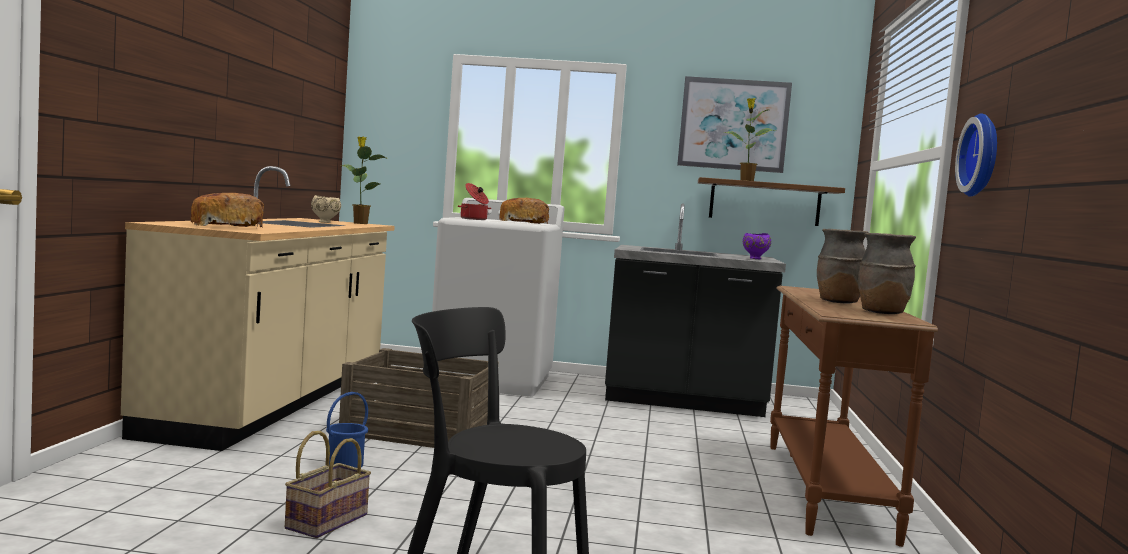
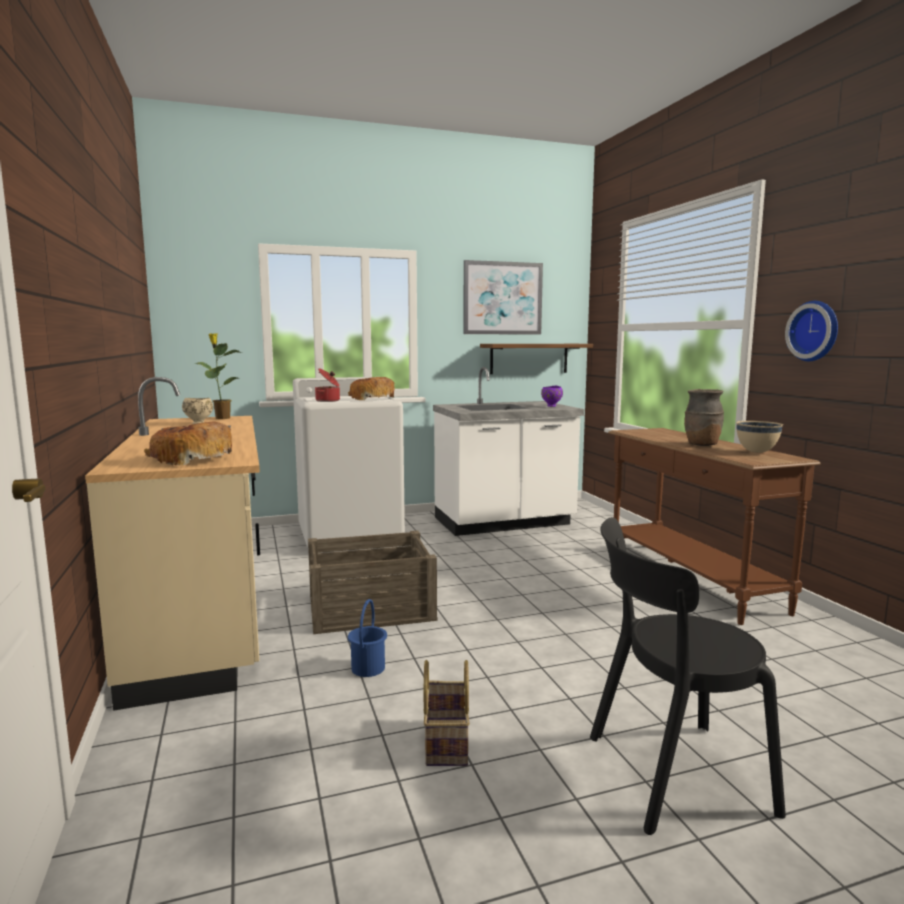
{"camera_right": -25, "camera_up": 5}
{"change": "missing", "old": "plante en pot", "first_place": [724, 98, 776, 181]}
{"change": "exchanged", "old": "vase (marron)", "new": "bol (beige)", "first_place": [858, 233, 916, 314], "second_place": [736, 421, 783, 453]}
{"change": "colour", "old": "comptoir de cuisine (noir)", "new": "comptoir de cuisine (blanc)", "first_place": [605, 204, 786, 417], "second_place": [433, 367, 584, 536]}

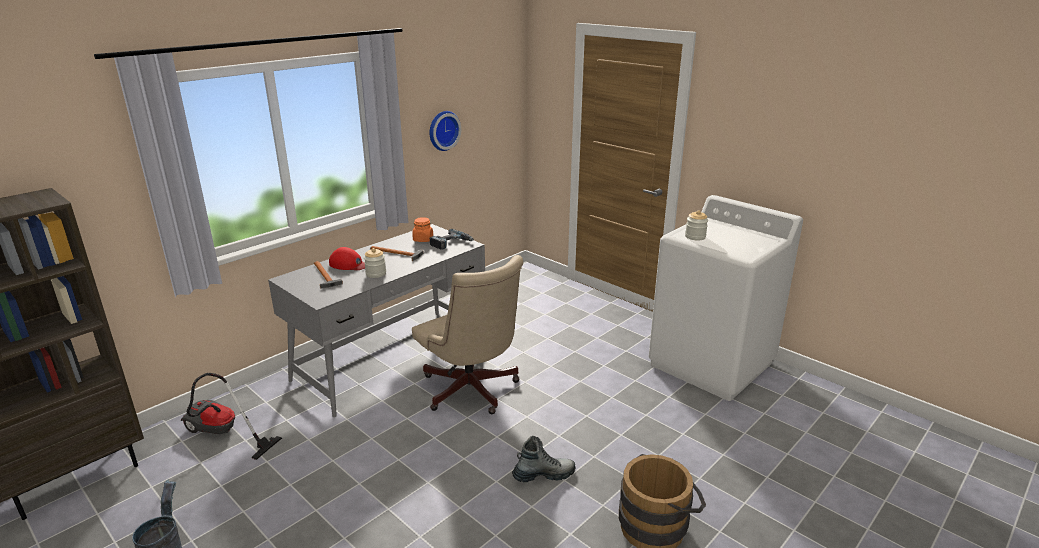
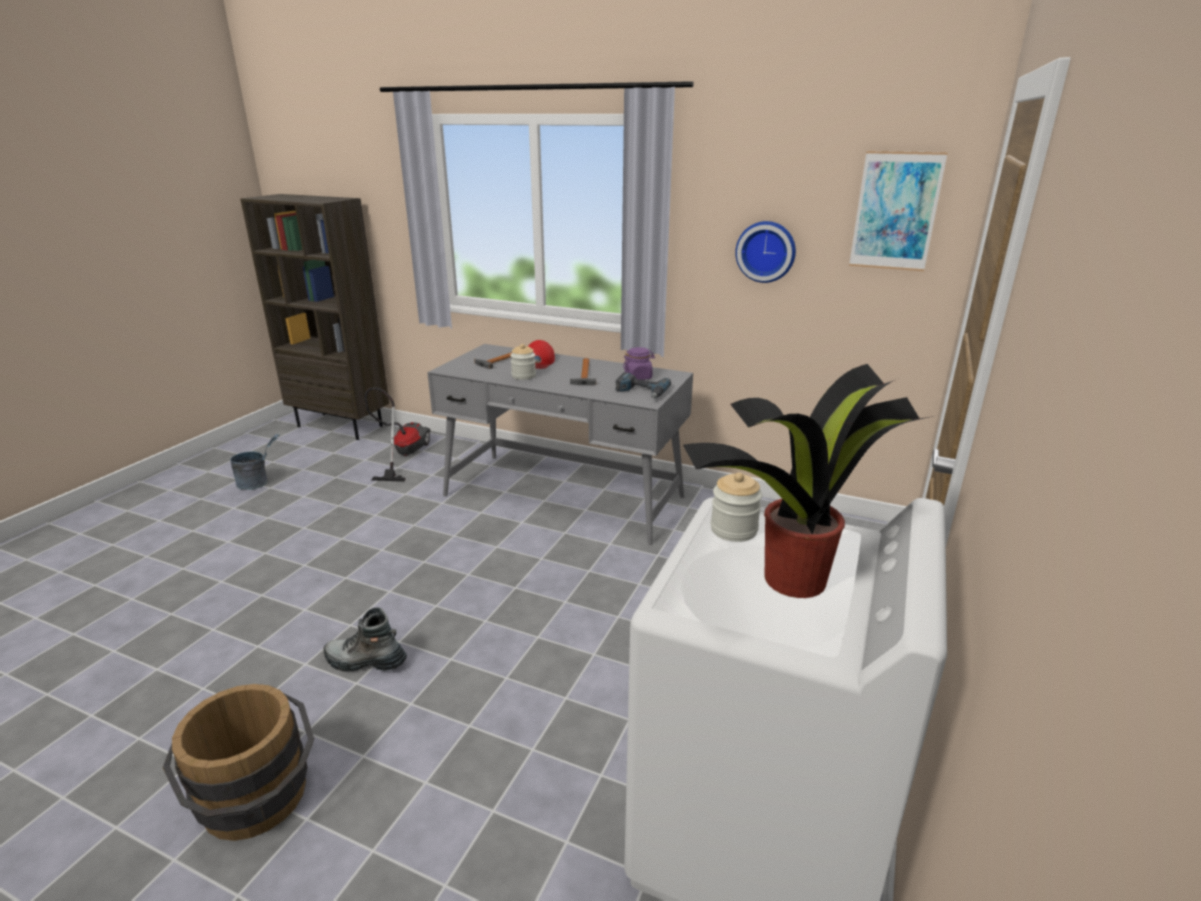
{"camera_right": 70, "camera_up": 0}
{"change": "missing", "old": "chaise de bureau (beige)", "first_place": [412, 255, 523, 414]}
{"change": "appeared", "new": "plante en pot", "second_place": [683, 364, 938, 598]}
{"change": "appeared", "new": "tableau", "second_place": [849, 151, 948, 271]}
{"change": "colour", "old": "bocal (orange)", "new": "bocal (violet)", "first_place": [412, 217, 433, 242], "second_place": [623, 347, 655, 380]}
{"change": "spun", "old": "botte", "first_place": [512, 436, 575, 482], "second_place": [323, 607, 407, 672], "degrees": 135}

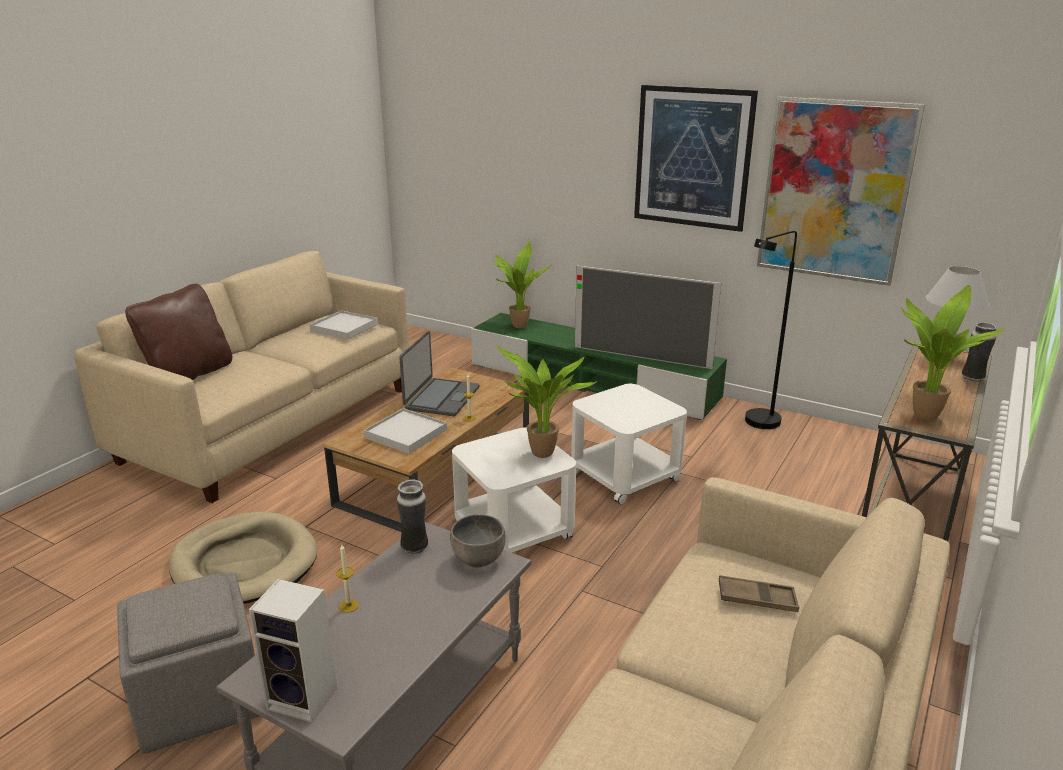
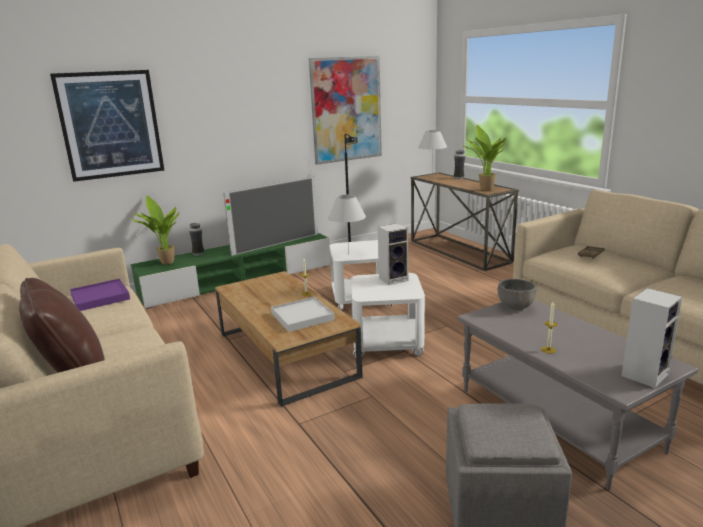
{"camera_right": -60, "camera_up": -5}
{"change": "missing", "old": "panier pour chien (beige)", "first_place": [169, 511, 318, 604]}
{"change": "missing", "old": "ordinateur portable", "first_place": [399, 331, 479, 416]}
{"change": "appeared", "new": "lampe de table (blanc)", "second_place": [328, 194, 366, 255]}
{"change": "relocated", "old": "vase", "first_place": [397, 479, 428, 554], "second_place": [189, 223, 204, 256]}
{"change": "relocated", "old": "tableau", "first_place": [634, 85, 758, 232], "second_place": [50, 70, 164, 182]}
{"change": "exchanged", "old": "plante en pot", "new": "enceinte", "first_place": [496, 345, 597, 458], "second_place": [378, 223, 409, 285]}
{"change": "colour", "old": "plateau (blanc)", "new": "plateau (violet)", "first_place": [310, 310, 378, 340], "second_place": [70, 279, 130, 311]}

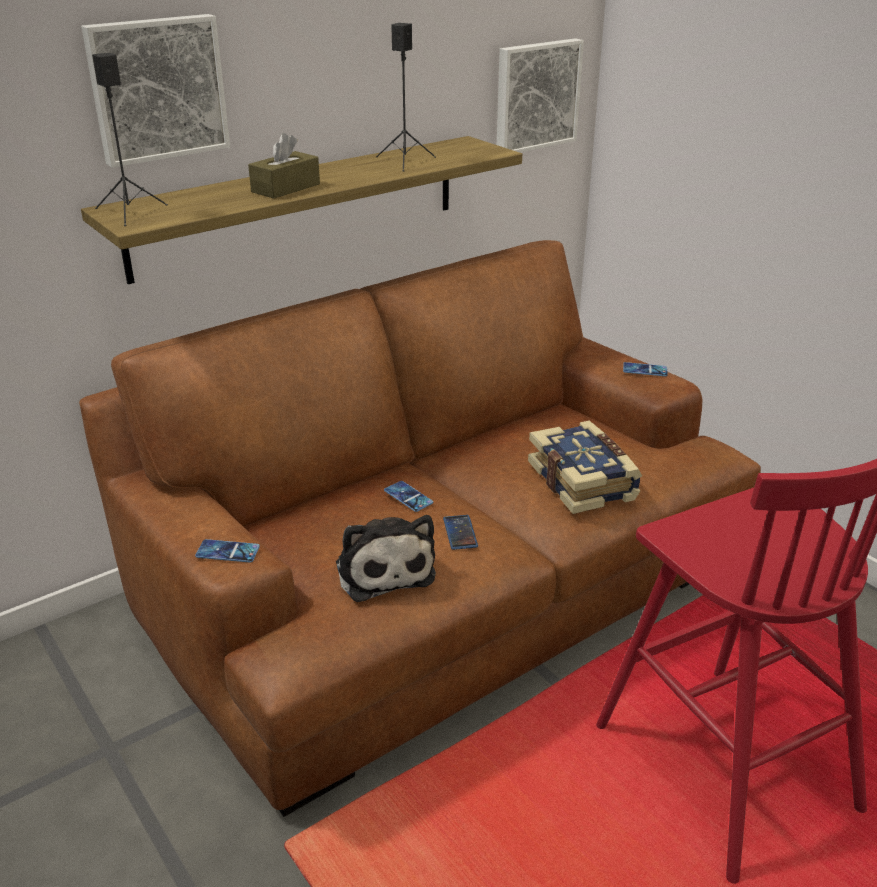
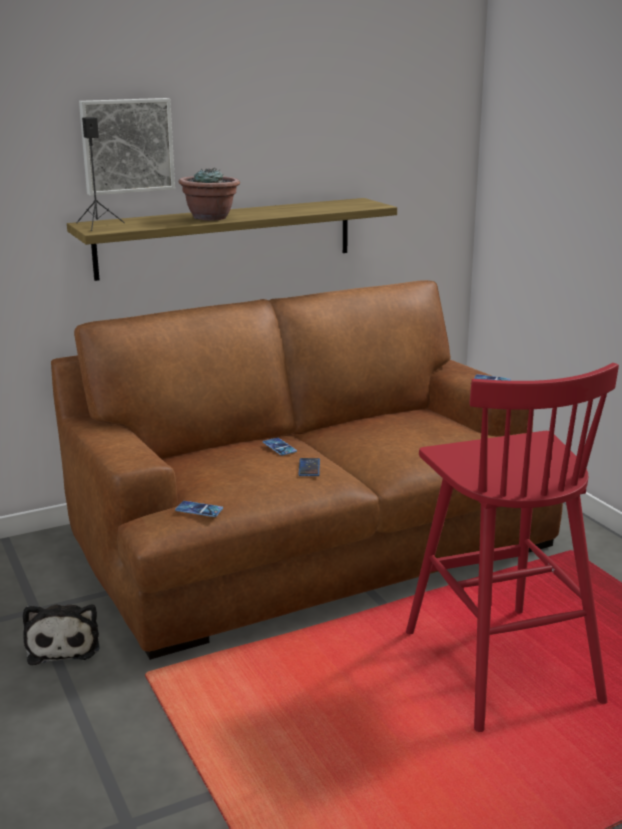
{"camera_right": 10, "camera_up": -10}
{"change": "missing", "old": "enceinte (noir)", "first_place": [376, 23, 436, 172]}
{"change": "missing", "old": "tableau", "first_place": [497, 38, 584, 153]}
{"change": "missing", "old": "livre", "first_place": [528, 421, 642, 514]}
{"change": "relocated", "old": "téléphone", "first_place": [195, 539, 260, 563], "second_place": [175, 501, 223, 517]}
{"change": "relocated", "old": "peluche", "first_place": [336, 515, 436, 602], "second_place": [23, 604, 100, 665]}
{"change": "exchanged", "old": "boîte à mouchoirs (marron)", "new": "plante en pot", "first_place": [248, 133, 320, 198], "second_place": [179, 167, 240, 221]}

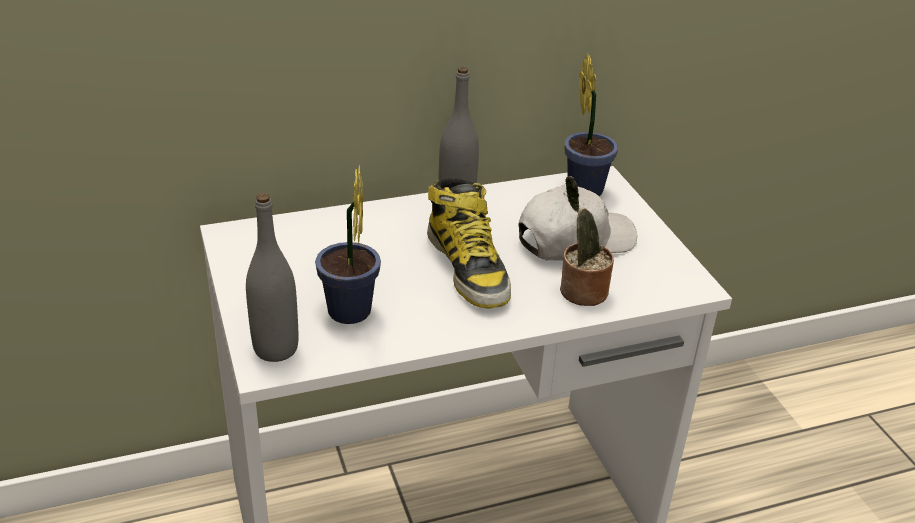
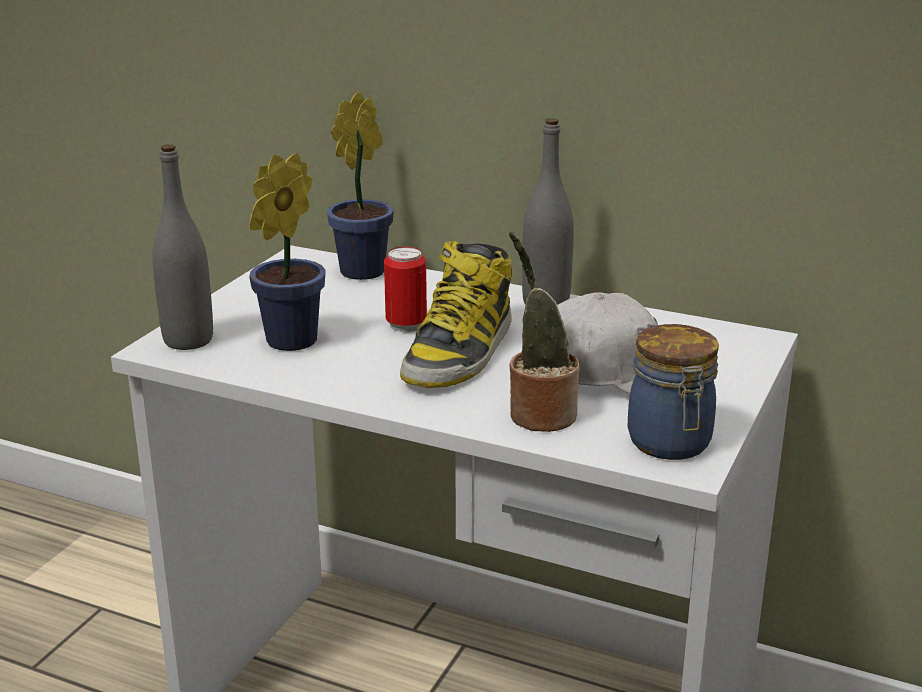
{"camera_right": 45, "camera_up": -10}
{"change": "appeared", "new": "boîte métallique", "second_place": [384, 247, 427, 332]}
{"change": "appeared", "new": "bocal", "second_place": [628, 324, 719, 460]}
{"change": "relocated", "old": "plante en pot", "first_place": [564, 52, 618, 196], "second_place": [327, 91, 394, 280]}

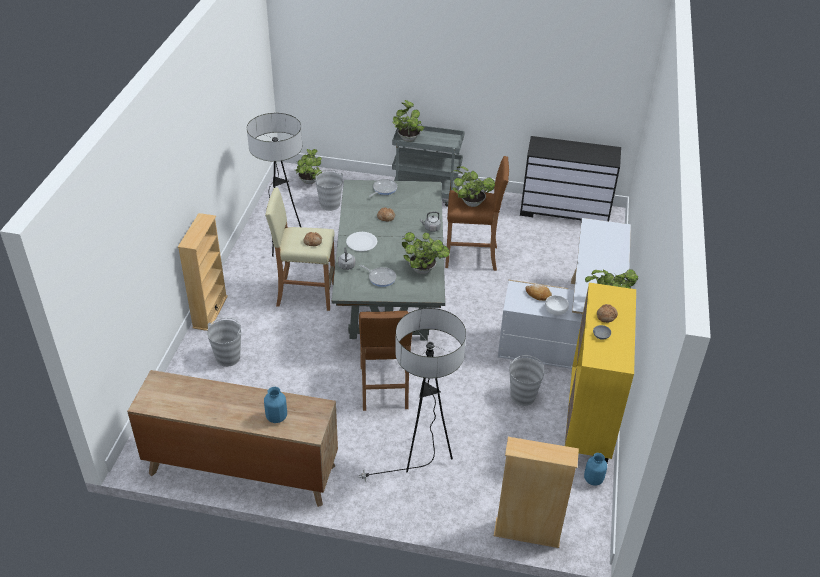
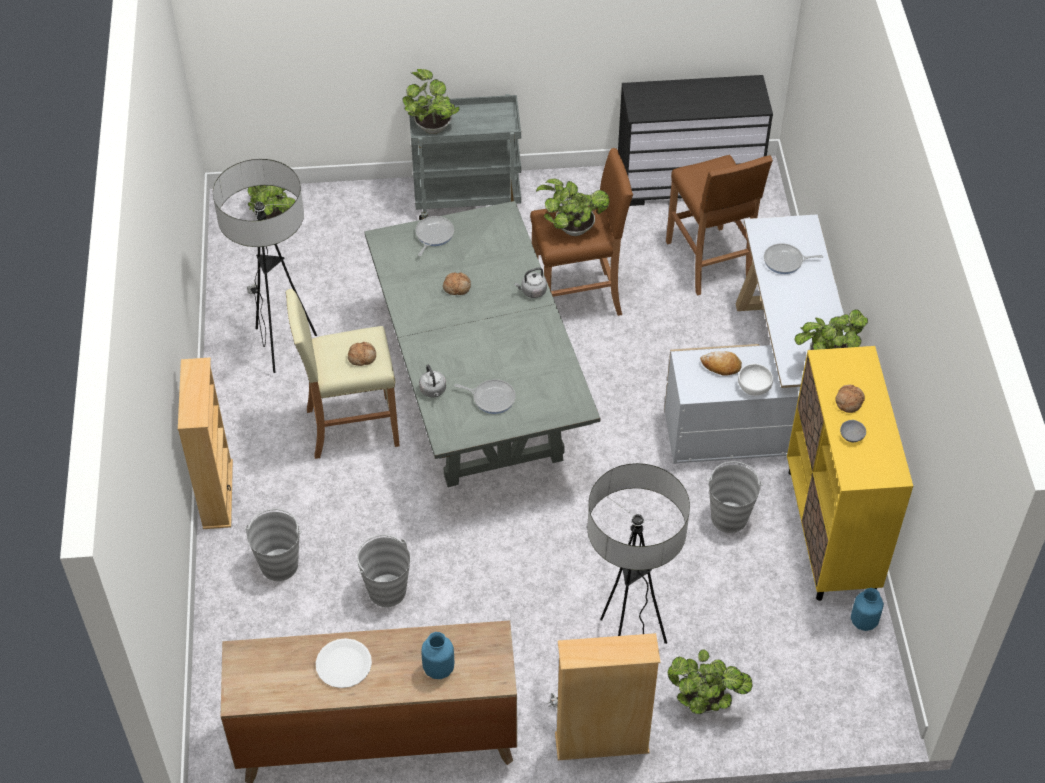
{"camera_right": -15, "camera_up": 10}
{"change": "appeared", "new": "poêle", "second_place": [764, 243, 823, 274]}
{"change": "relocated", "old": "seau (gris)", "first_place": [314, 169, 343, 211], "second_place": [357, 535, 410, 607]}
{"change": "relocated", "old": "assiette (blanc)", "first_place": [346, 232, 377, 251], "second_place": [316, 638, 372, 688]}
{"change": "relocated", "old": "tabouret (marron)", "first_place": [359, 311, 412, 411], "second_place": [666, 155, 773, 296]}
{"change": "relocated", "old": "plante en pot", "first_place": [402, 232, 450, 274], "second_place": [667, 649, 752, 714]}
{"change": "relocated", "old": "bibliothèque (beige)", "first_place": [494, 437, 579, 548], "second_place": [555, 633, 661, 760]}

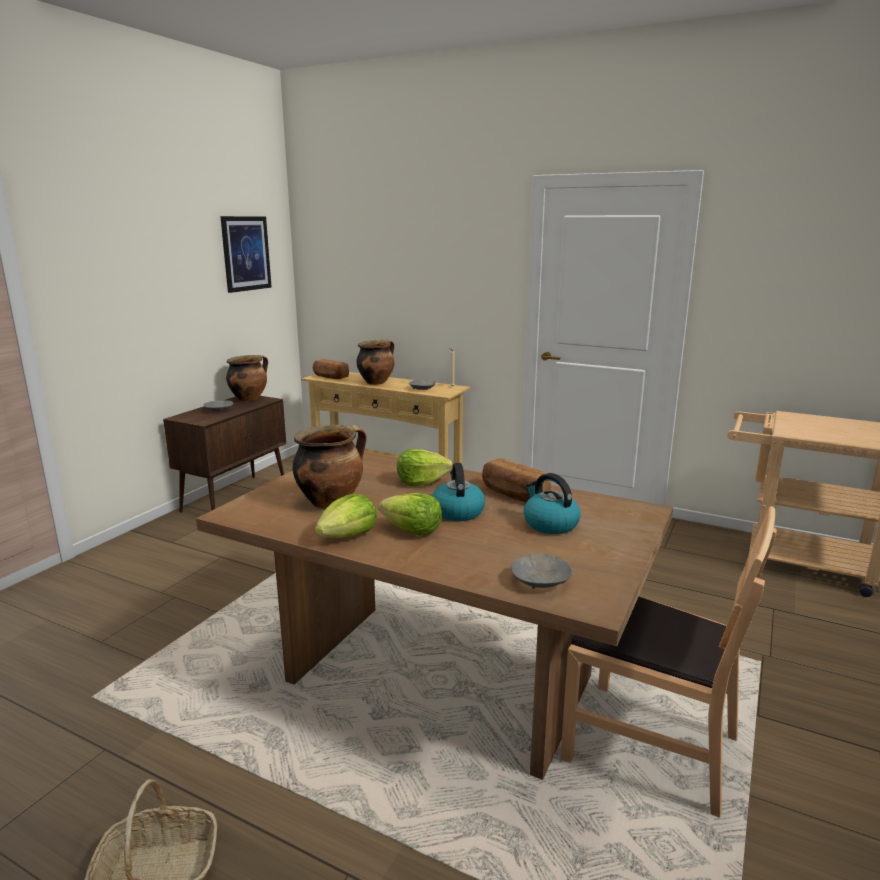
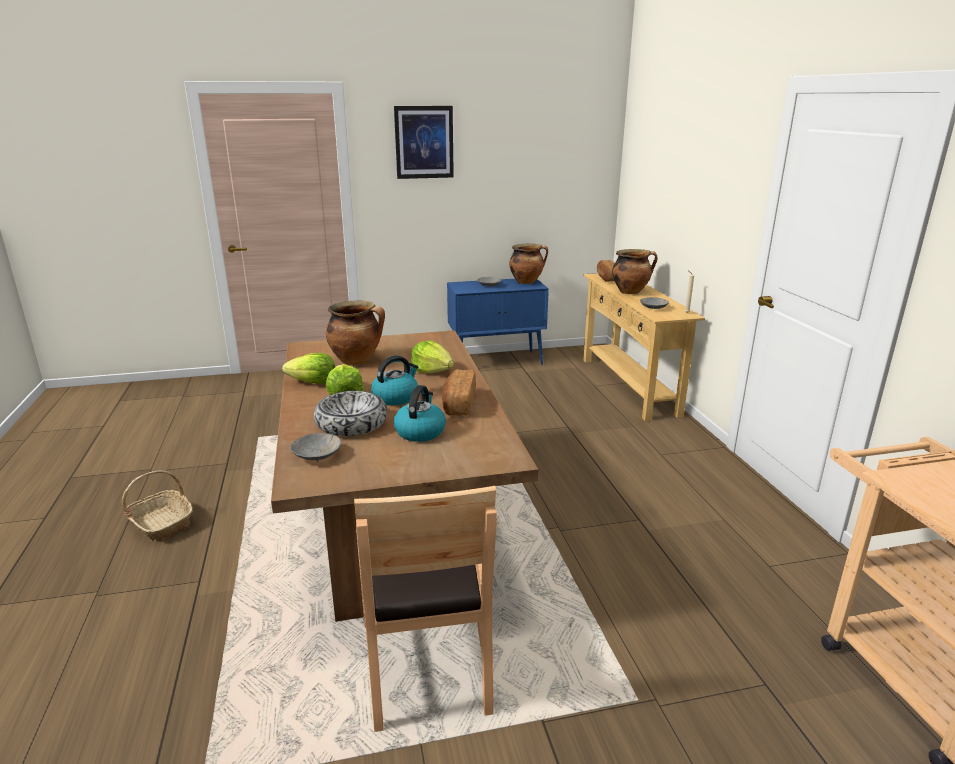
{"camera_right": 50, "camera_up": 5}
{"change": "appeared", "new": "bol", "second_place": [314, 391, 387, 436]}
{"change": "relocated", "old": "tableau", "first_place": [220, 216, 272, 293], "second_place": [394, 106, 454, 179]}
{"change": "colour", "old": "meuble de rangement (marron)", "new": "meuble de rangement (bleu)", "first_place": [163, 396, 286, 513], "second_place": [447, 279, 549, 365]}

